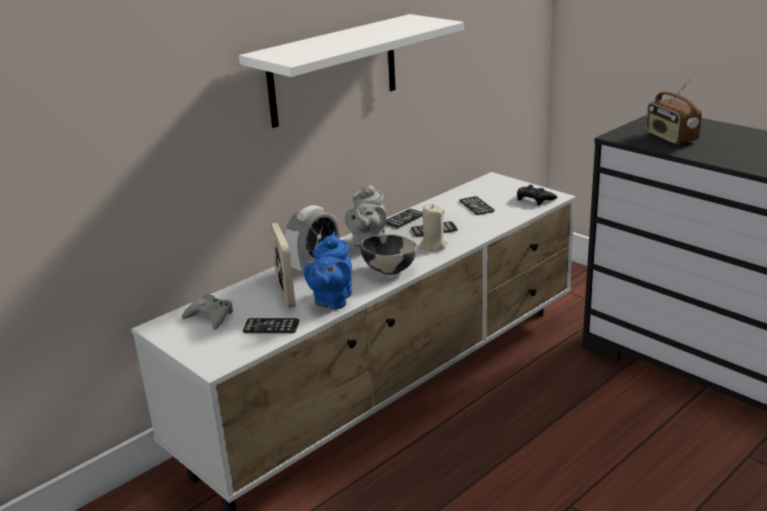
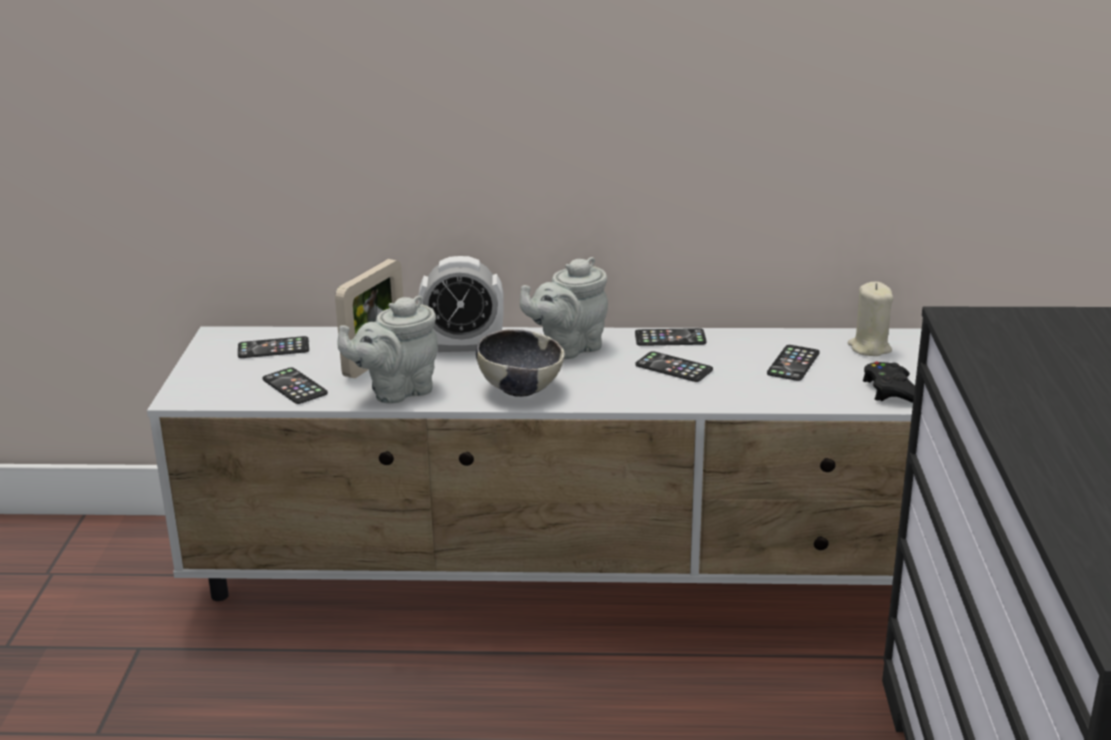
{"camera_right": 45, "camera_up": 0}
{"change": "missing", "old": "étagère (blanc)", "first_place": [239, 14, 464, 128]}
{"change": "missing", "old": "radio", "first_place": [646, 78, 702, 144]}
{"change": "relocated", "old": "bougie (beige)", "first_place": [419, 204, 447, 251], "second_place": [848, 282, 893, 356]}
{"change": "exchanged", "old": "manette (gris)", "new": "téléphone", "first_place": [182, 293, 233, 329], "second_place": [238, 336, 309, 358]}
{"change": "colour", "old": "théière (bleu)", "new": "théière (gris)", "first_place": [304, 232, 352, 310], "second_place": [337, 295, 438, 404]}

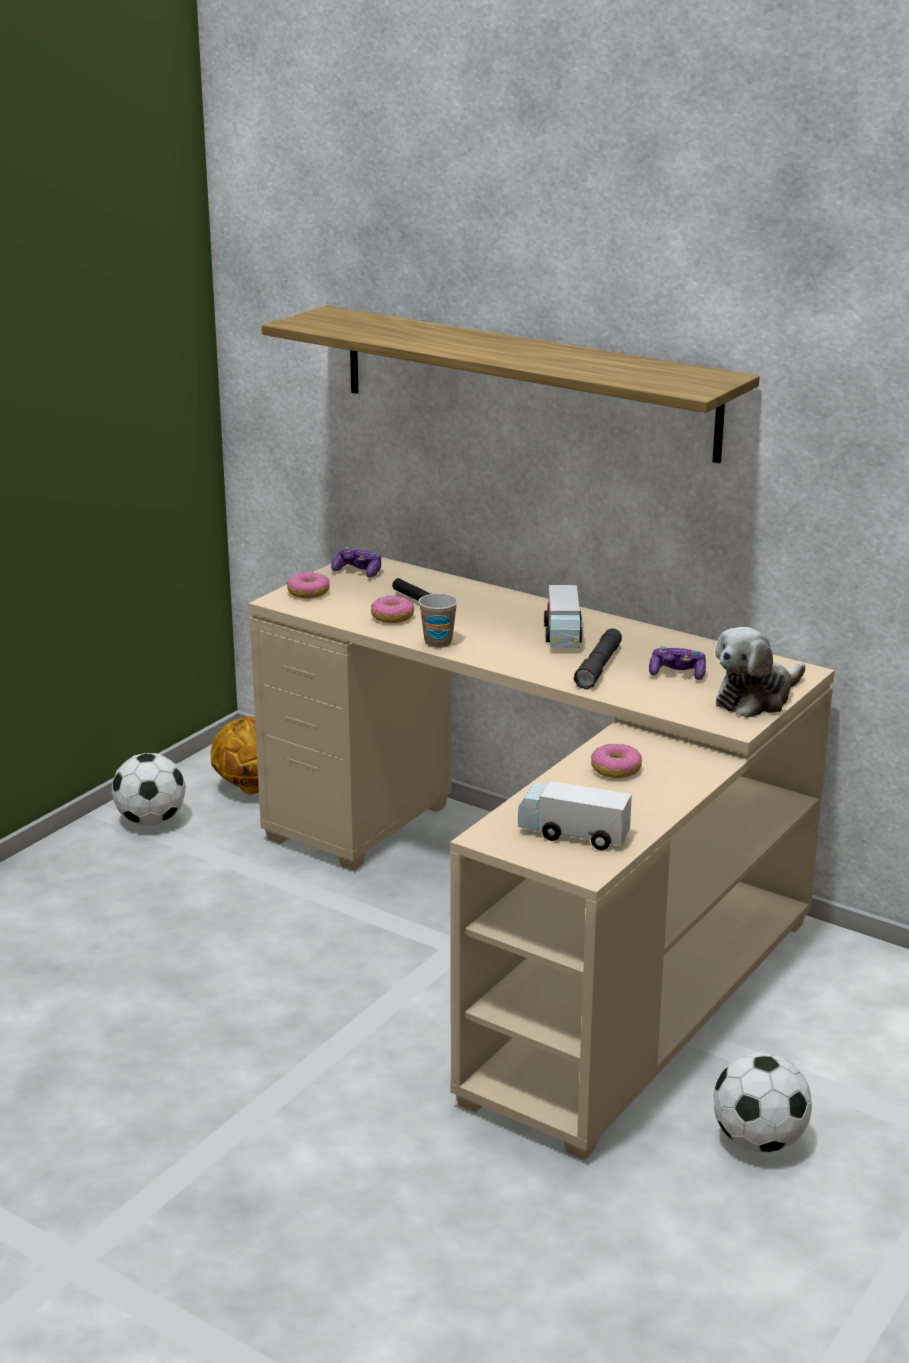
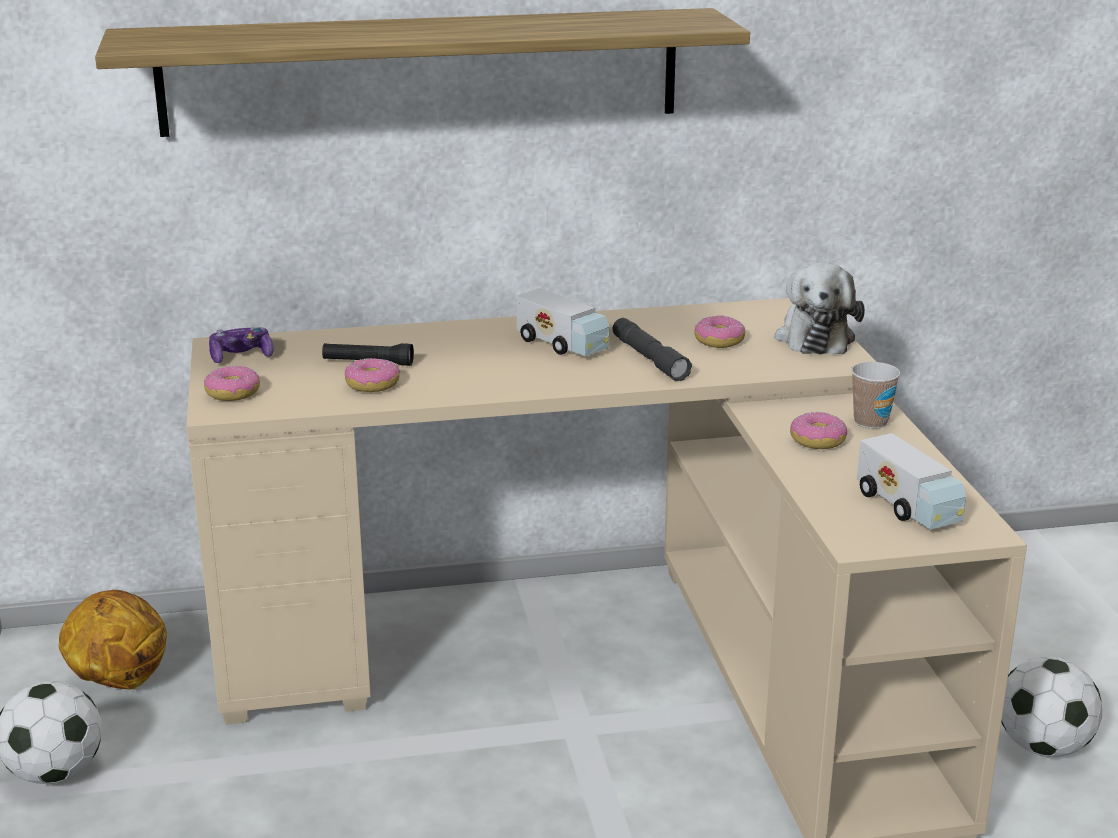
{"camera_right": -45, "camera_up": 0}
{"change": "relocated", "old": "tasse", "first_place": [418, 594, 458, 648], "second_place": [851, 362, 901, 429]}
{"change": "exchanged", "old": "manette", "new": "beignet", "first_place": [649, 646, 706, 680], "second_place": [694, 315, 745, 348]}
{"change": "spun", "old": "camion jouet", "first_place": [518, 781, 632, 850], "second_place": [857, 433, 966, 530], "degrees": -90}

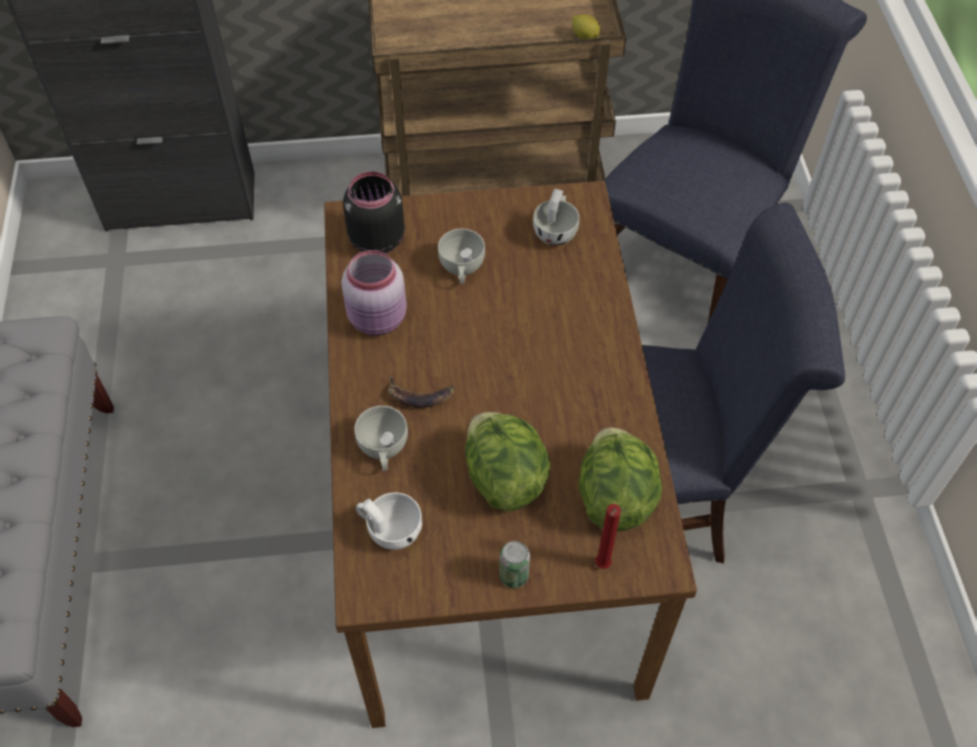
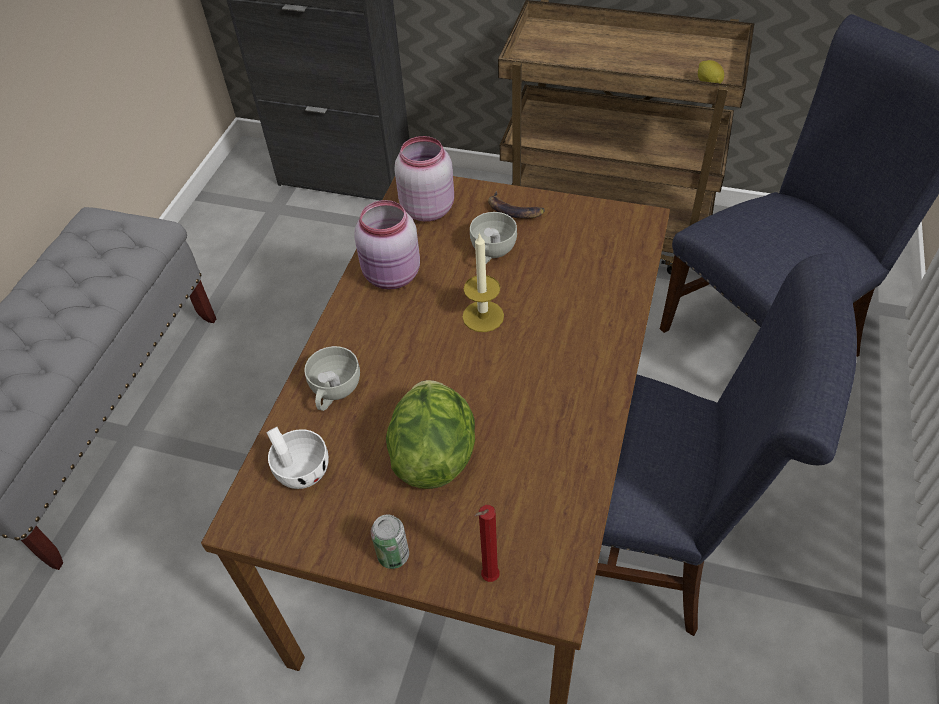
{"camera_right": 25, "camera_up": -5}
{"change": "missing", "old": "tasse (blanc)", "first_place": [533, 188, 579, 246]}
{"change": "missing", "old": "laitue", "first_place": [578, 427, 662, 532]}
{"change": "appeared", "new": "bougie", "second_place": [462, 233, 504, 332]}
{"change": "relocated", "old": "banane", "first_place": [388, 375, 455, 407], "second_place": [488, 191, 545, 219]}
{"change": "colour", "old": "bocal (noir)", "new": "bocal (rose)", "first_place": [343, 171, 405, 254], "second_place": [394, 136, 454, 222]}

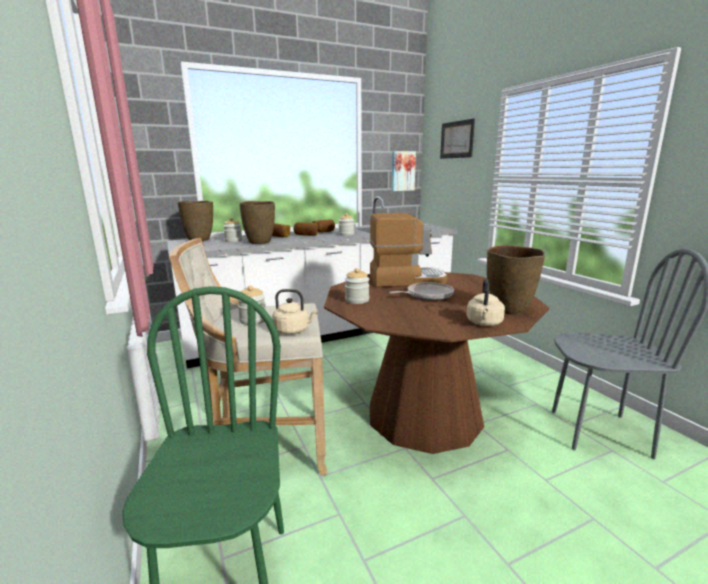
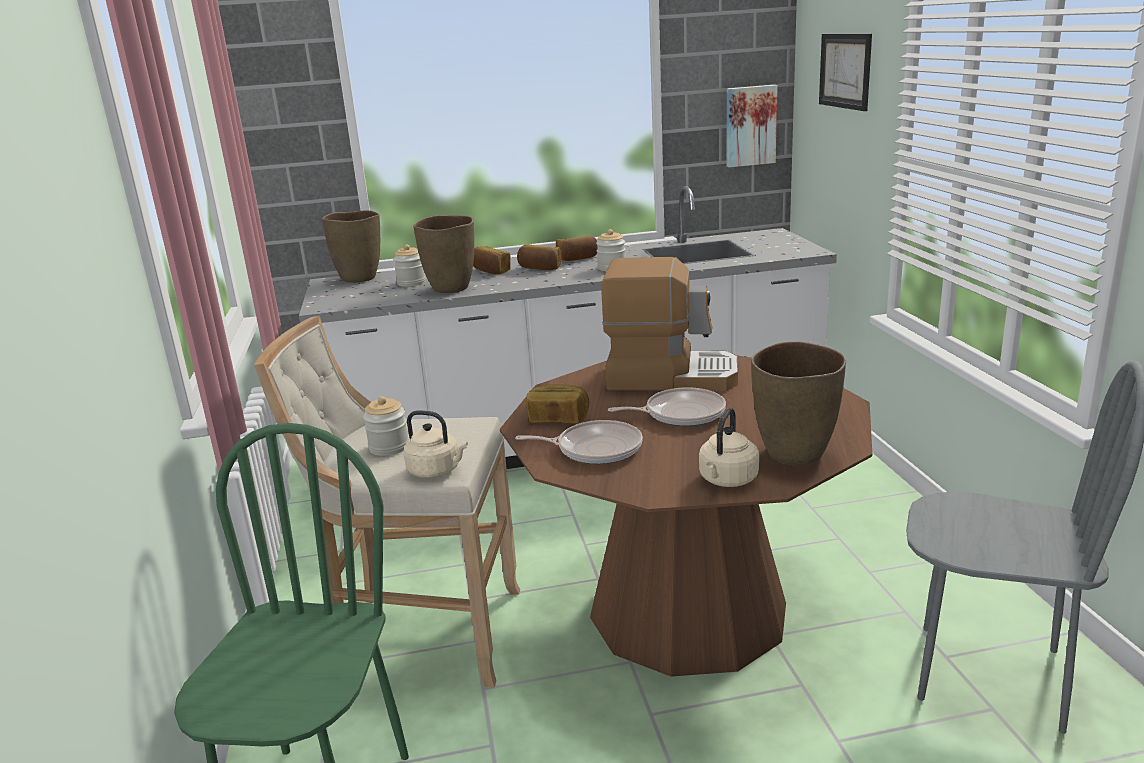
{"camera_right": 15, "camera_up": 5}
{"change": "appeared", "new": "poêle", "second_place": [515, 420, 643, 464]}
{"change": "exchanged", "old": "bocal", "new": "pain", "first_place": [345, 268, 370, 304], "second_place": [526, 385, 589, 424]}

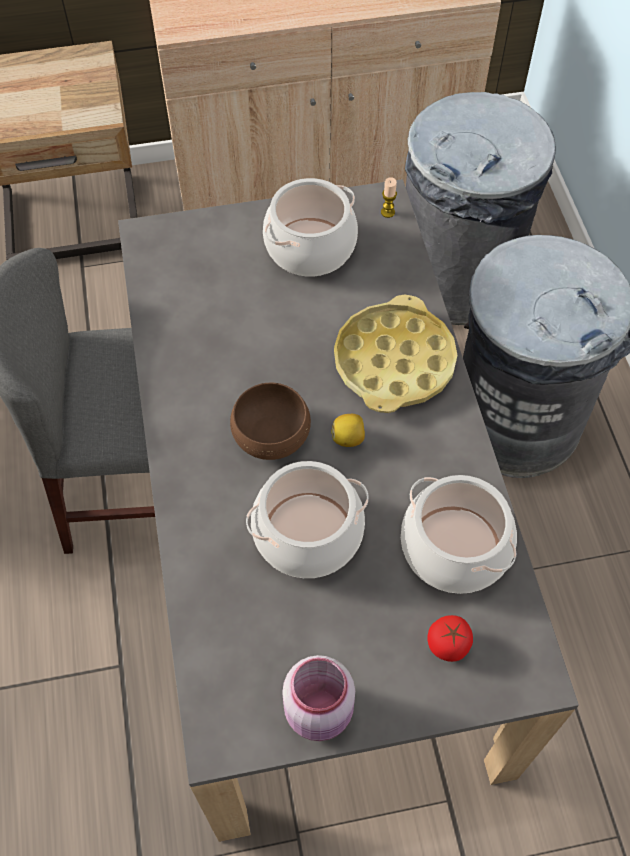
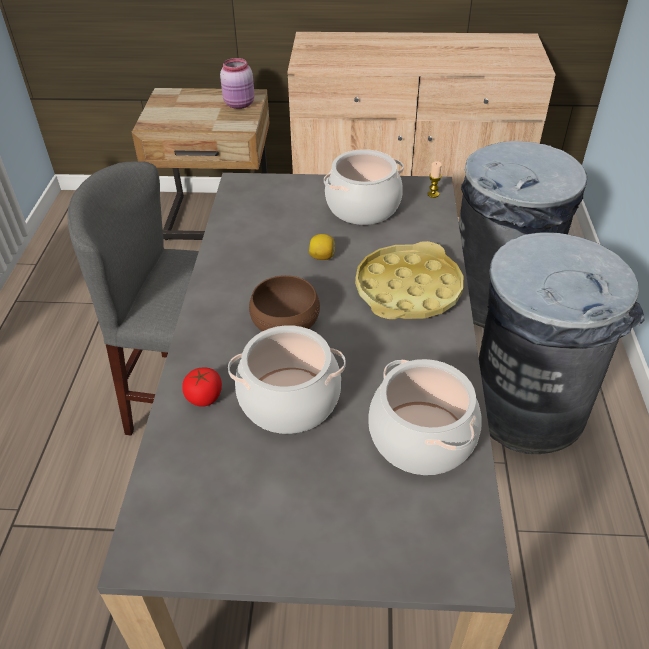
{"camera_right": 15, "camera_up": -15}
{"change": "relocated", "old": "bocal (rose)", "first_place": [282, 655, 355, 741], "second_place": [220, 58, 255, 109]}
{"change": "relocated", "old": "citron", "first_place": [331, 414, 365, 447], "second_place": [309, 234, 335, 260]}
{"change": "relocated", "old": "tomate", "first_place": [427, 615, 473, 662], "second_place": [182, 367, 222, 407]}

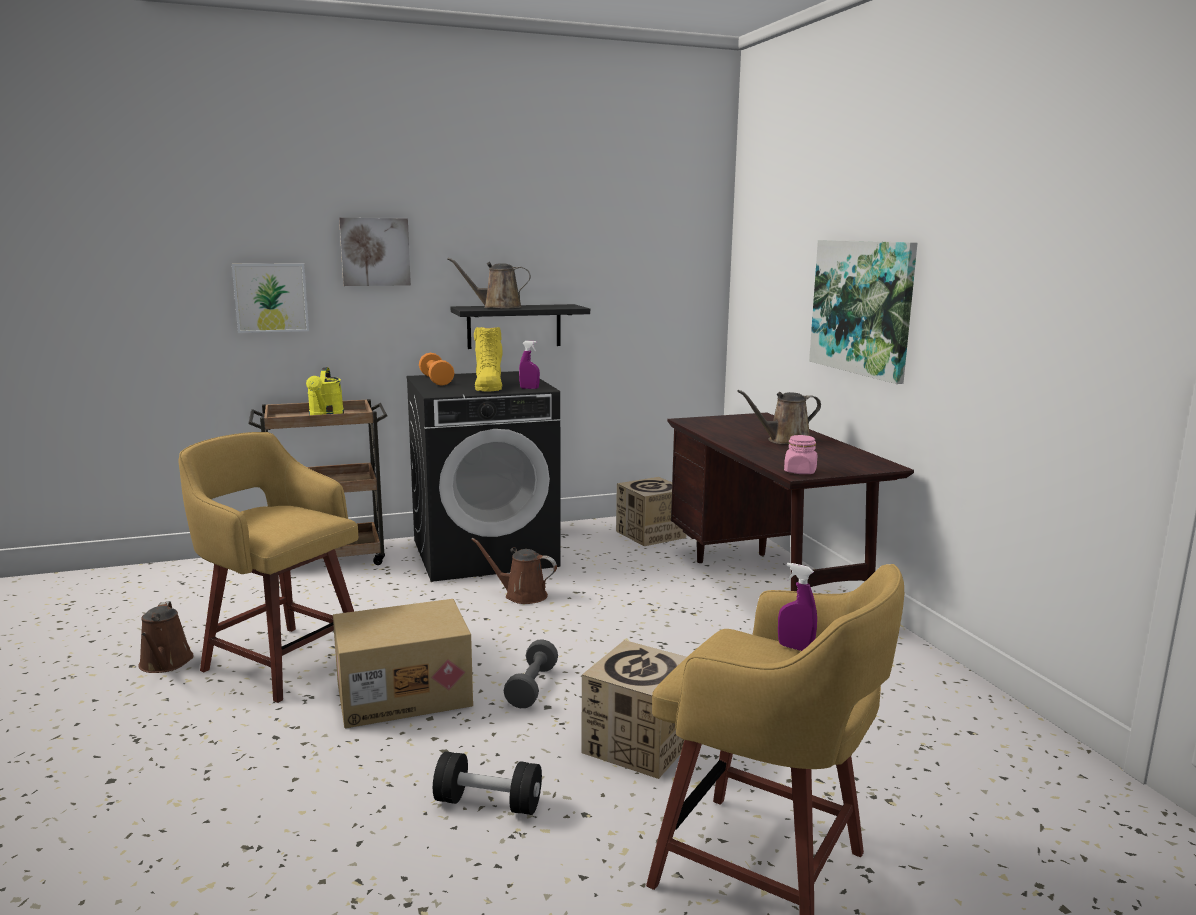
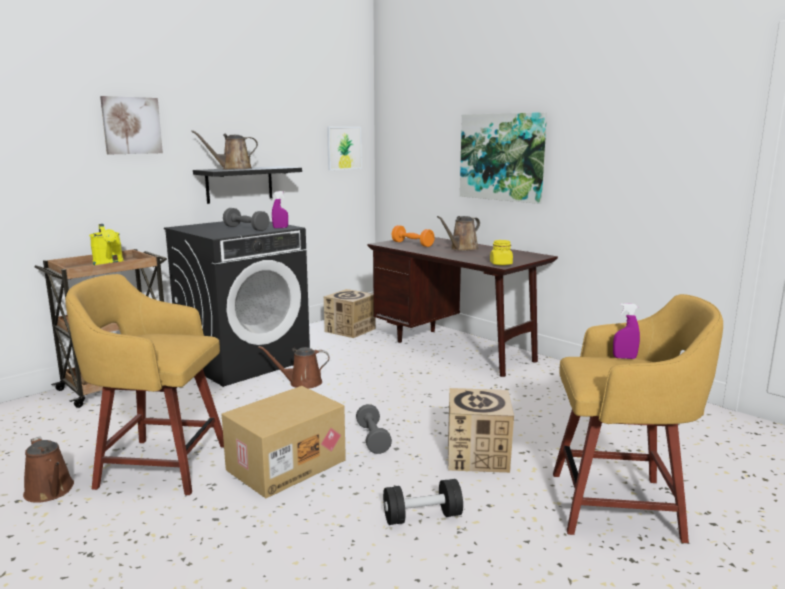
{"camera_right": -25, "camera_up": 0}
{"change": "relocated", "old": "tableau", "first_place": [232, 264, 309, 333], "second_place": [327, 127, 362, 170]}
{"change": "relocated", "old": "haltère (orange)", "first_place": [419, 353, 454, 386], "second_place": [392, 225, 435, 247]}
{"change": "exchanged", "old": "botte (jaune)", "new": "haltère (gris)", "first_place": [474, 327, 502, 392], "second_place": [223, 208, 270, 231]}
{"change": "colour", "old": "bocal (rose)", "new": "bocal (jaune)", "first_place": [784, 435, 817, 474], "second_place": [490, 240, 513, 265]}

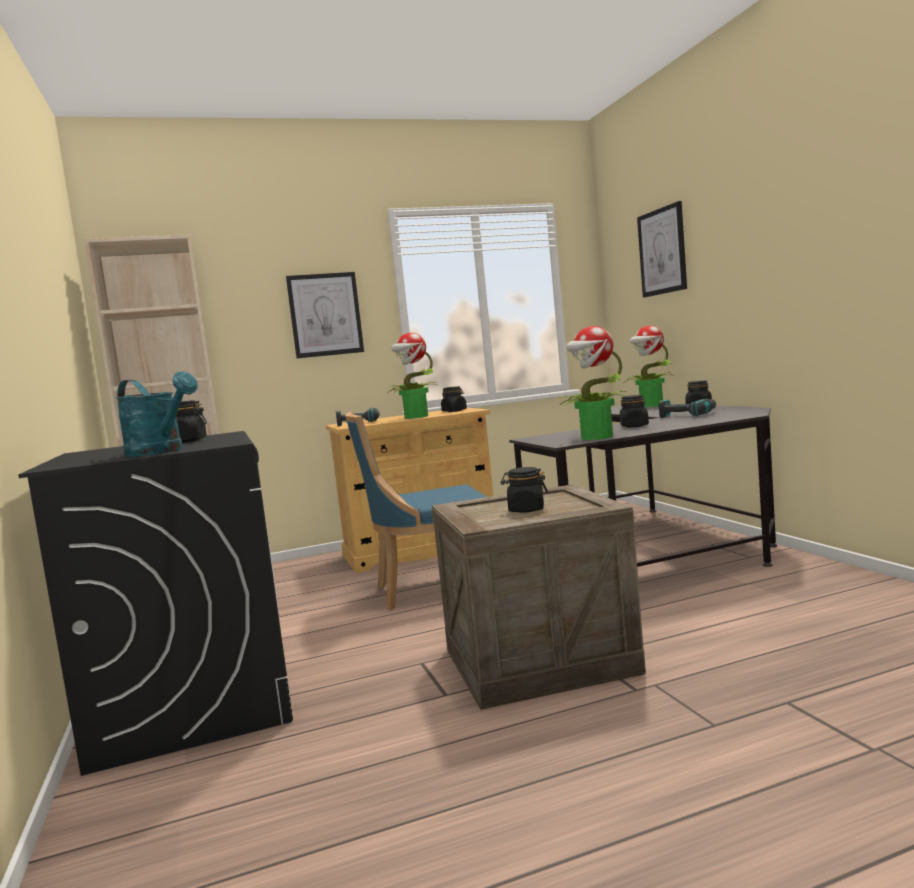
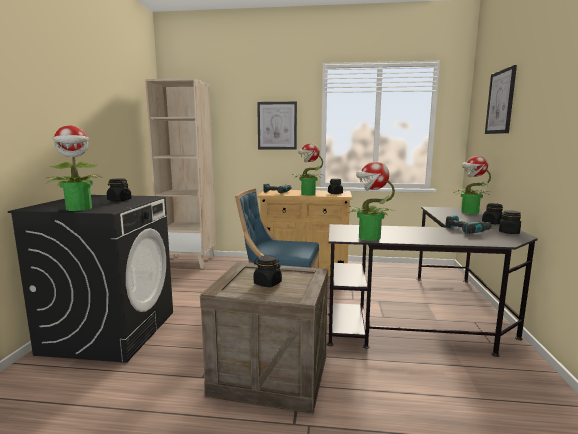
{"camera_right": 25, "camera_up": 5}
{"change": "relocated", "old": "bocal (noir)", "first_place": [620, 395, 649, 428], "second_place": [499, 210, 521, 234]}
{"change": "exchanged", "old": "arrosoir (turquoise)", "new": "plante en pot", "first_place": [116, 371, 198, 457], "second_place": [47, 125, 101, 211]}

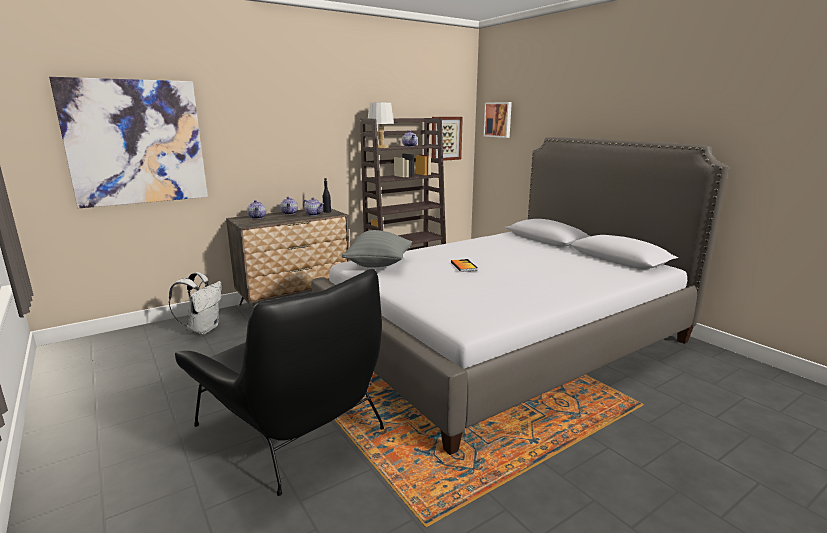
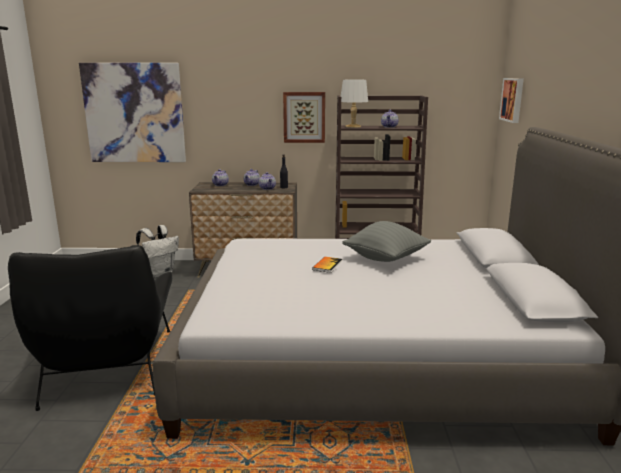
{"camera_right": 35, "camera_up": 0}
{"change": "relocated", "old": "coussin (gris)", "first_place": [342, 230, 412, 268], "second_place": [342, 221, 431, 262]}
{"change": "relocated", "old": "tableau", "first_place": [432, 117, 463, 161], "second_place": [283, 92, 325, 143]}

